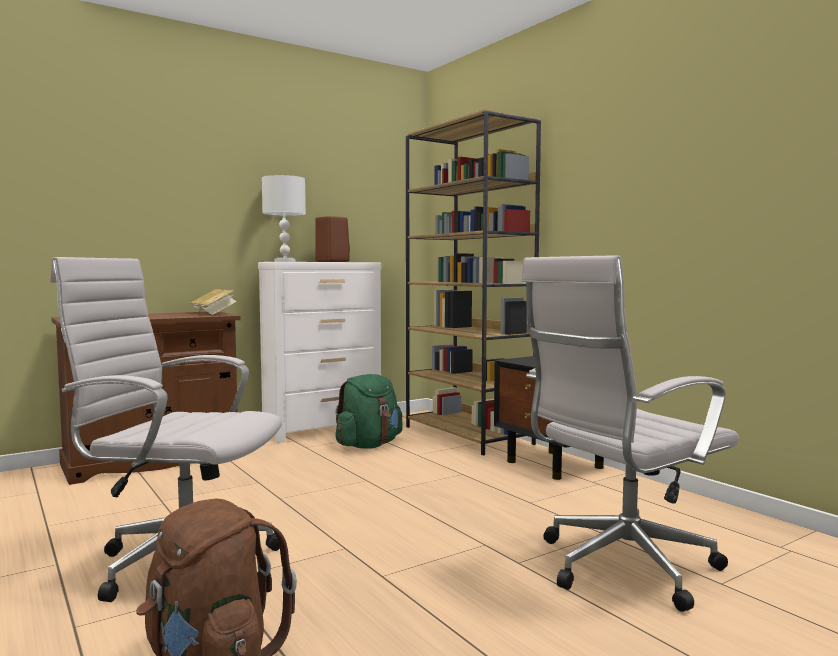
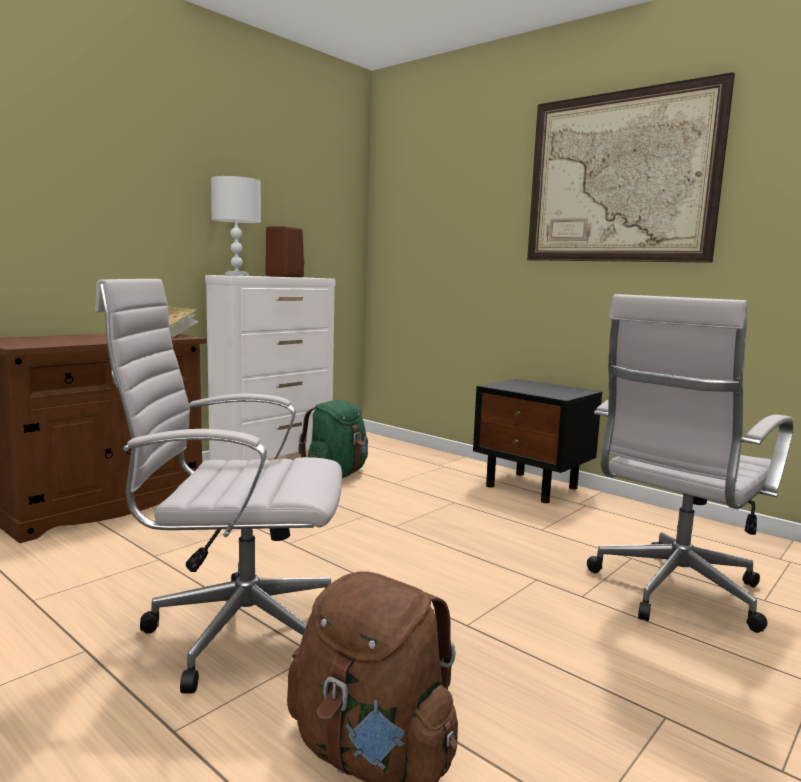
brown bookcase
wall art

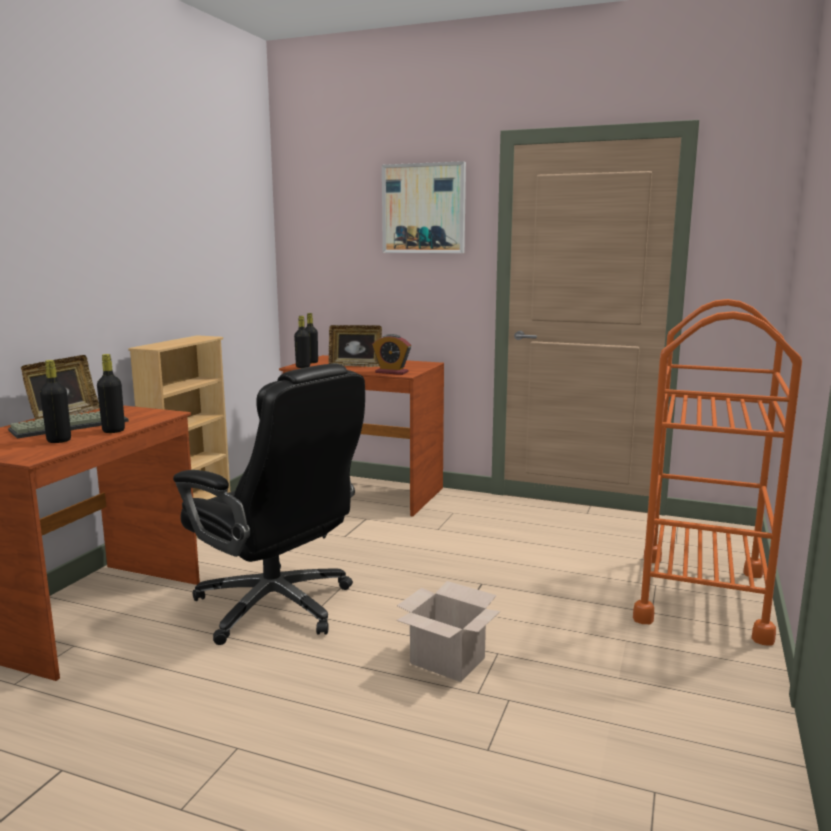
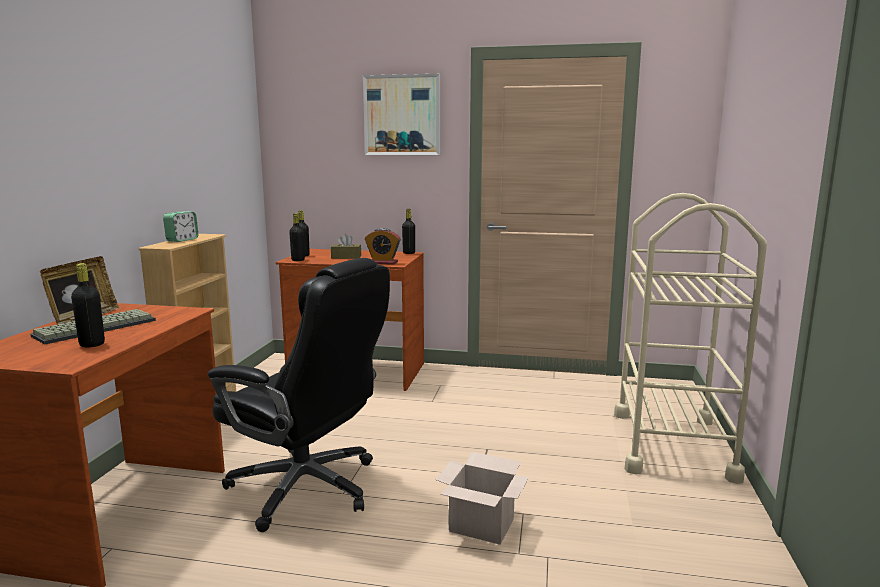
blackish bottle (4th from left)
brown tissue box
sand-coloured wheeled cart
table clock (1st from left)

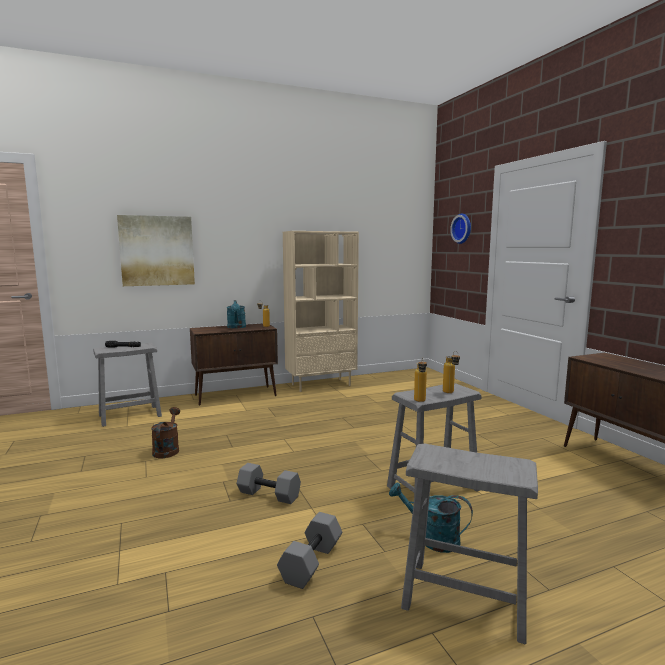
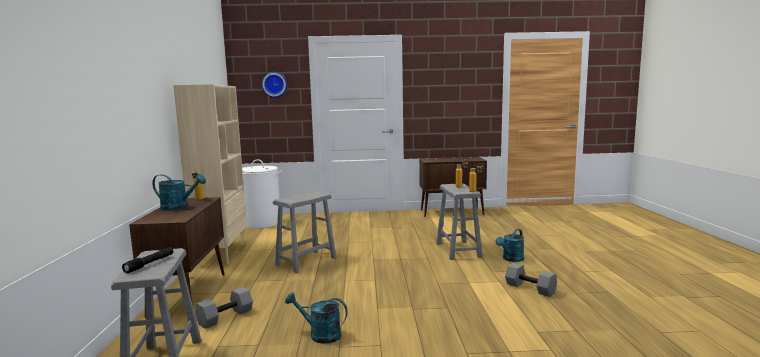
wall art
turquoise sprinkling can (2nd from left)
grey free weight (1st from left)
grey stool seat (2nd from left)
white washing basket

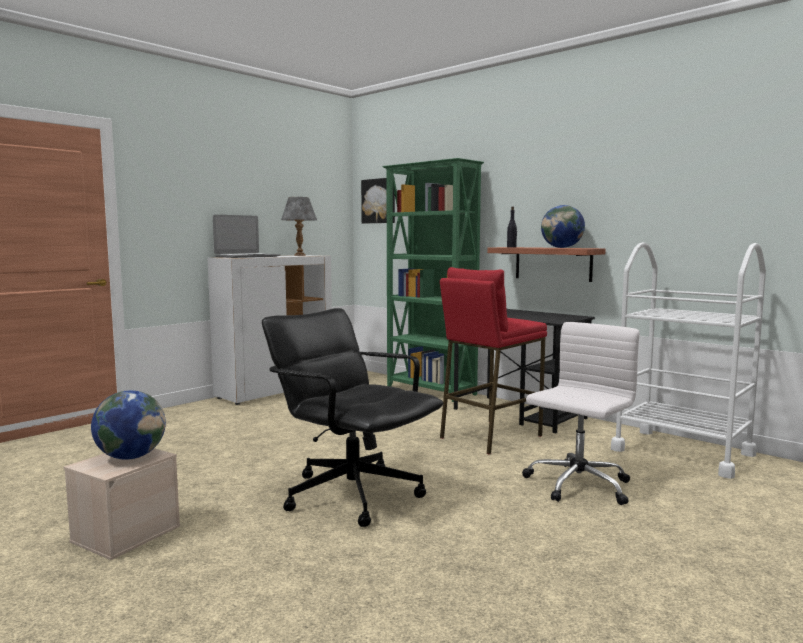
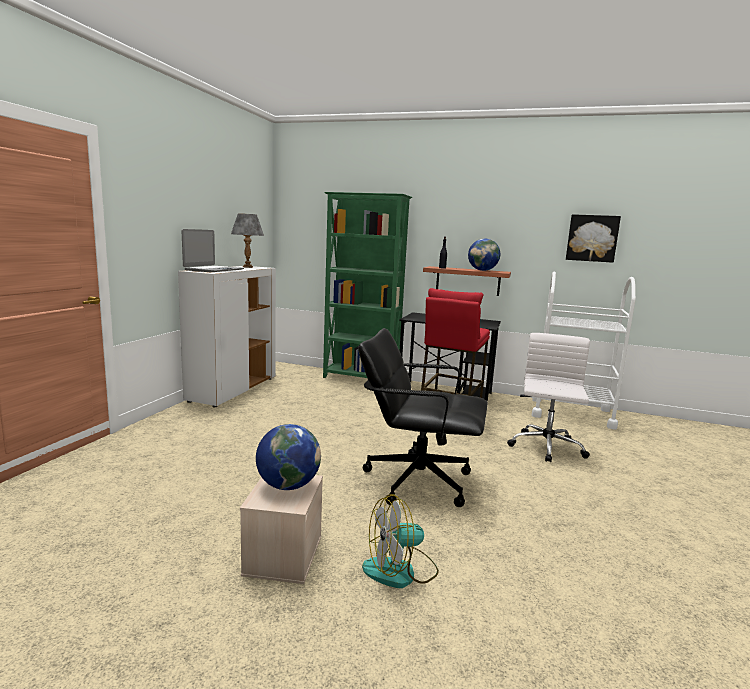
wall art
cooling fan

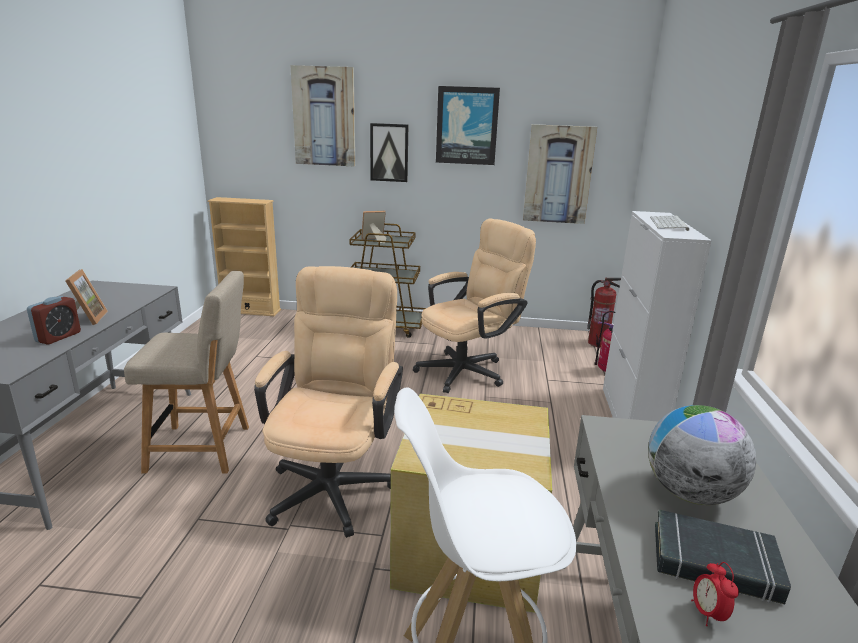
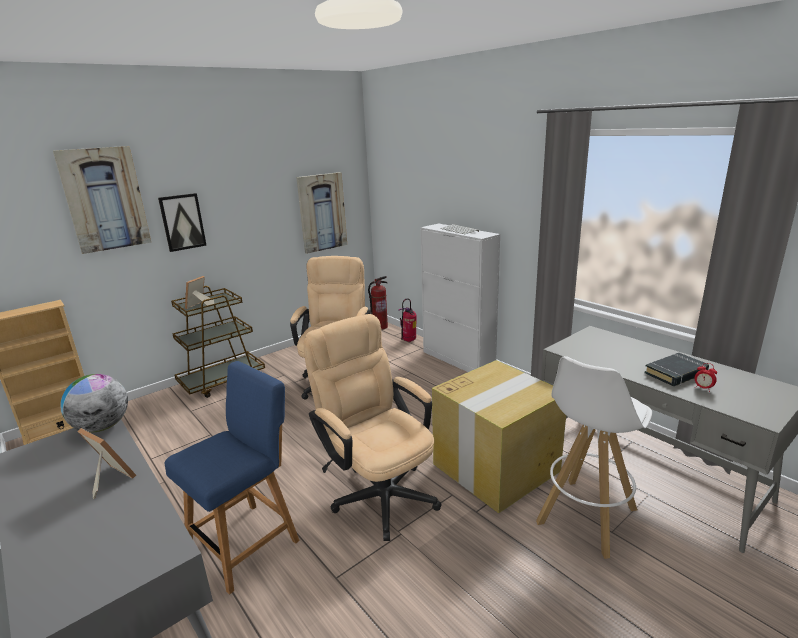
table clock (1st from left in the first image)
bluish plain chair
wall art (3rd from left in the first image)
globe

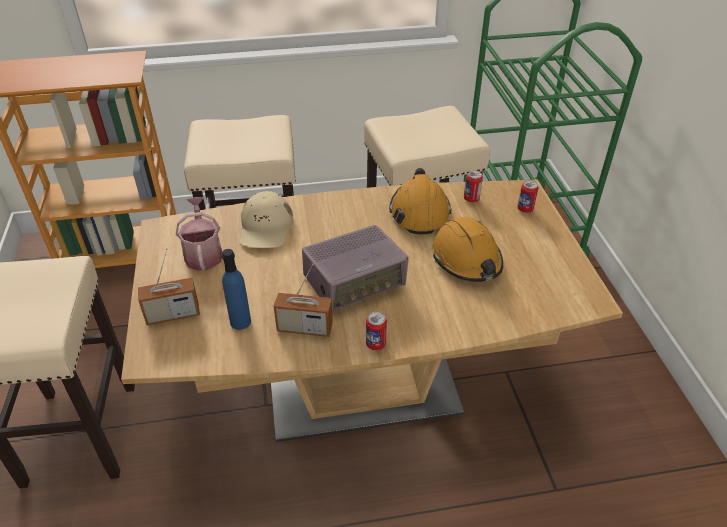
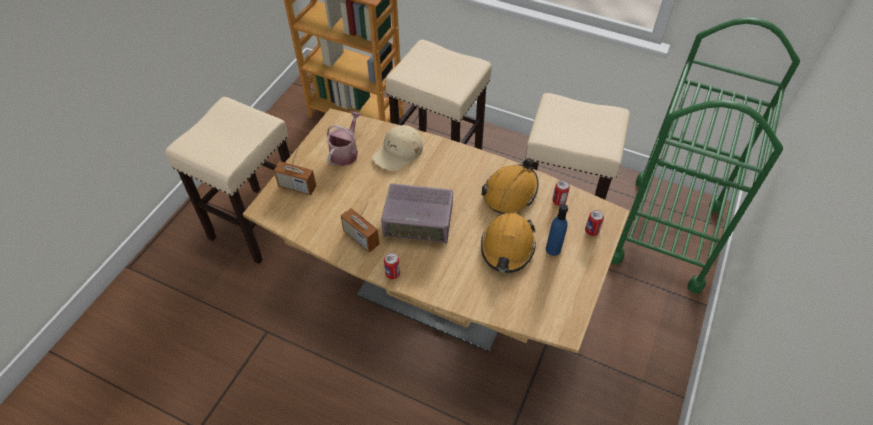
bluish bottle

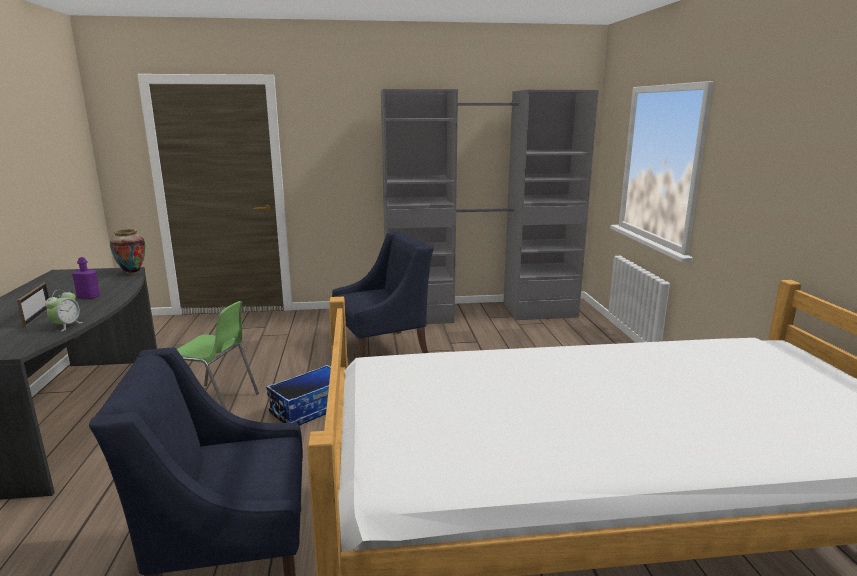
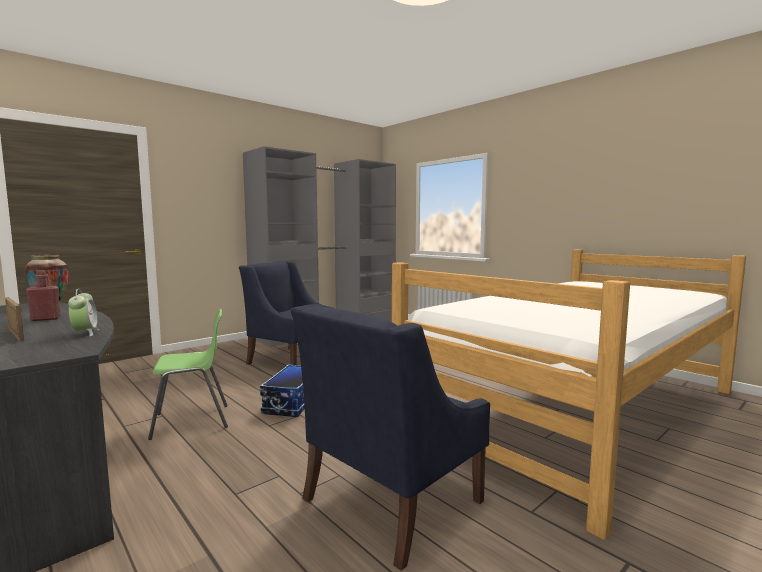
red bottle
bluish armchair (1st from left)

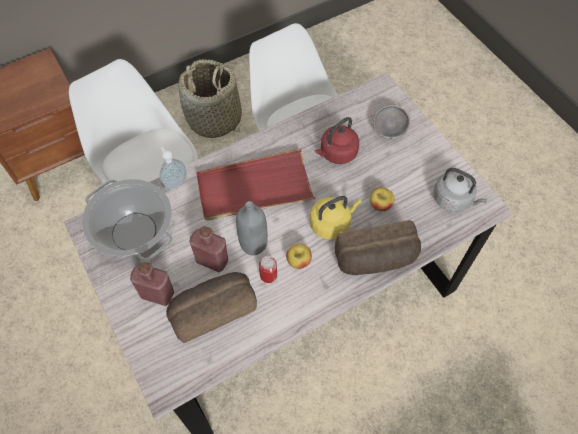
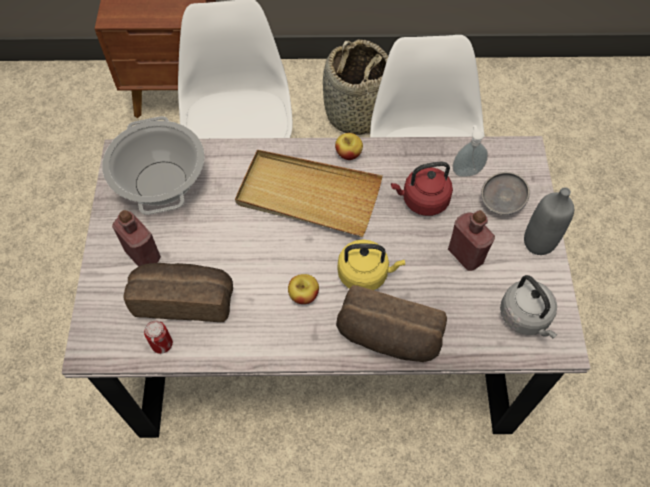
soap dispenser
red bottle (2nd from left)
sand-coloured carrying tray
grey bottle
metal can
whole apple (2nd from left)

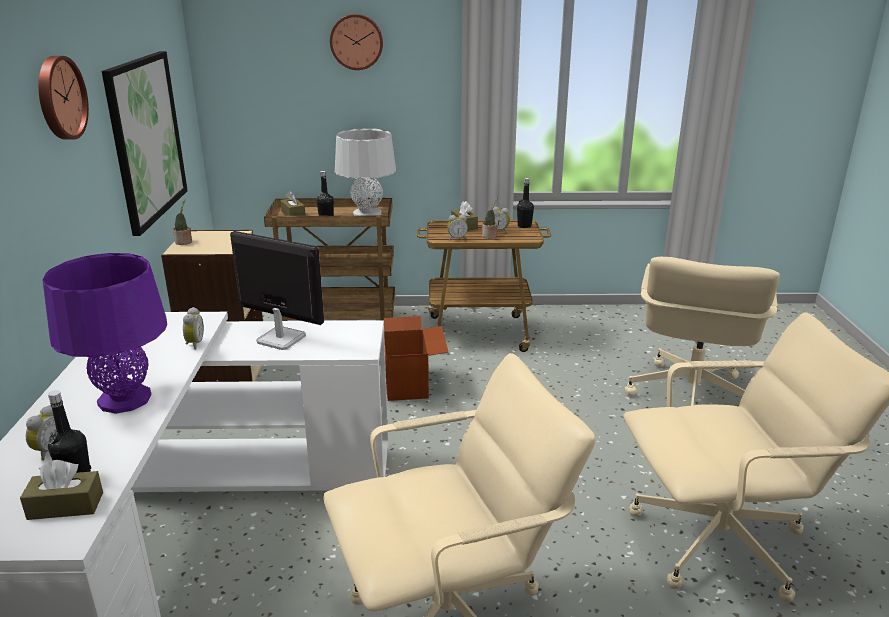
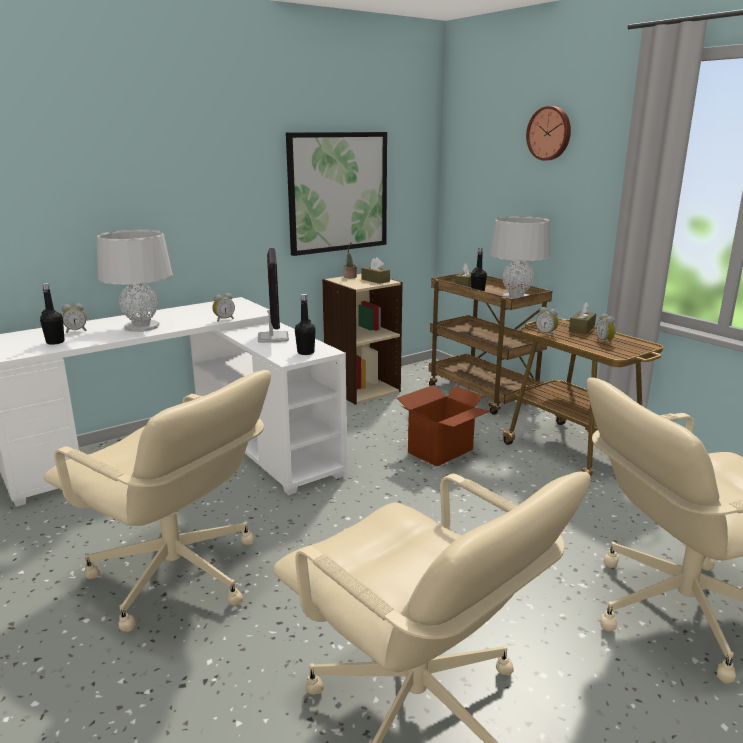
brown tissue box (1st from left)
clock on the wall (1st from left in the first image)
grey table lamp (1st from left)
plant in a pot (2nd from left in the first image)
blackish bottle (2nd from left)

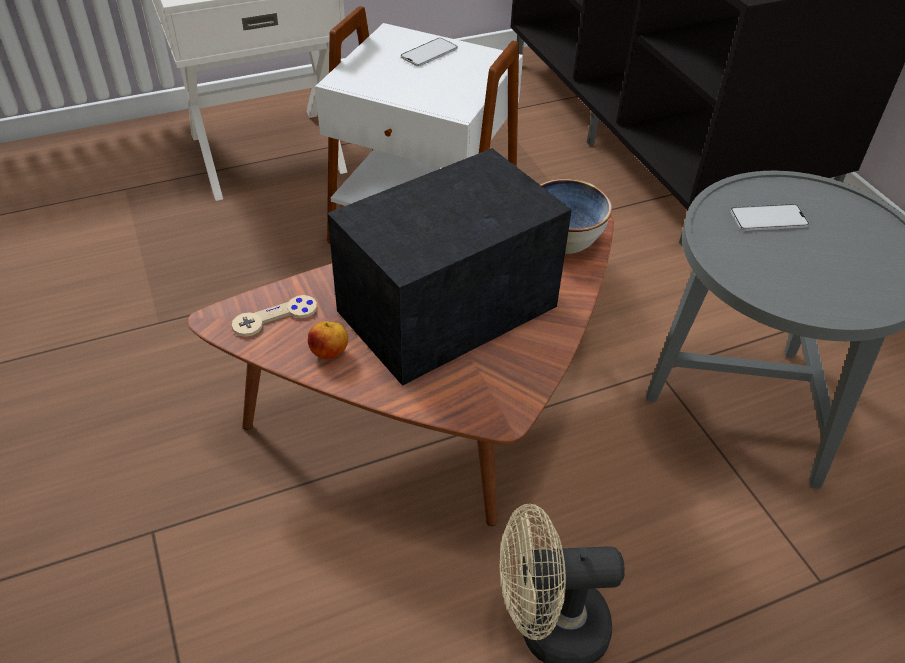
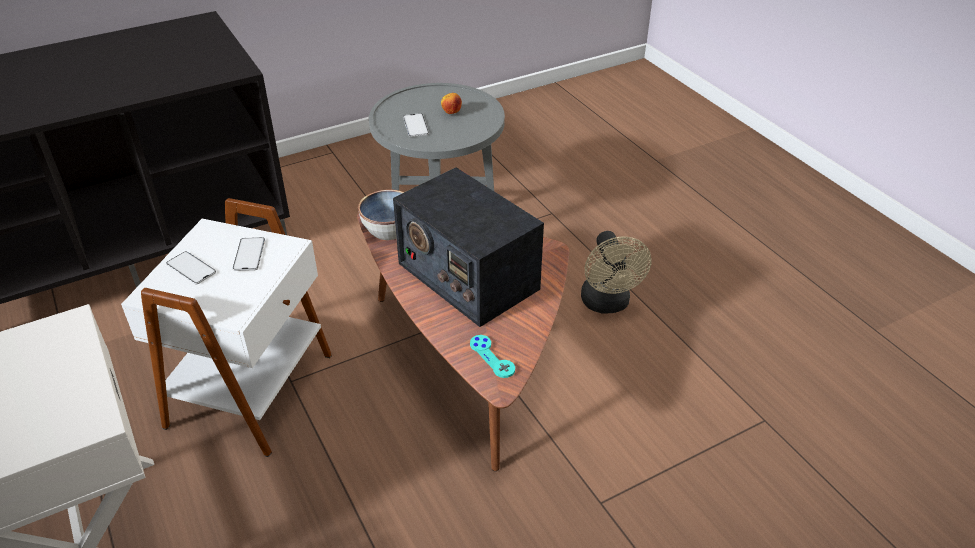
turquoise gamepad
whole apple
phone (2nd from left)

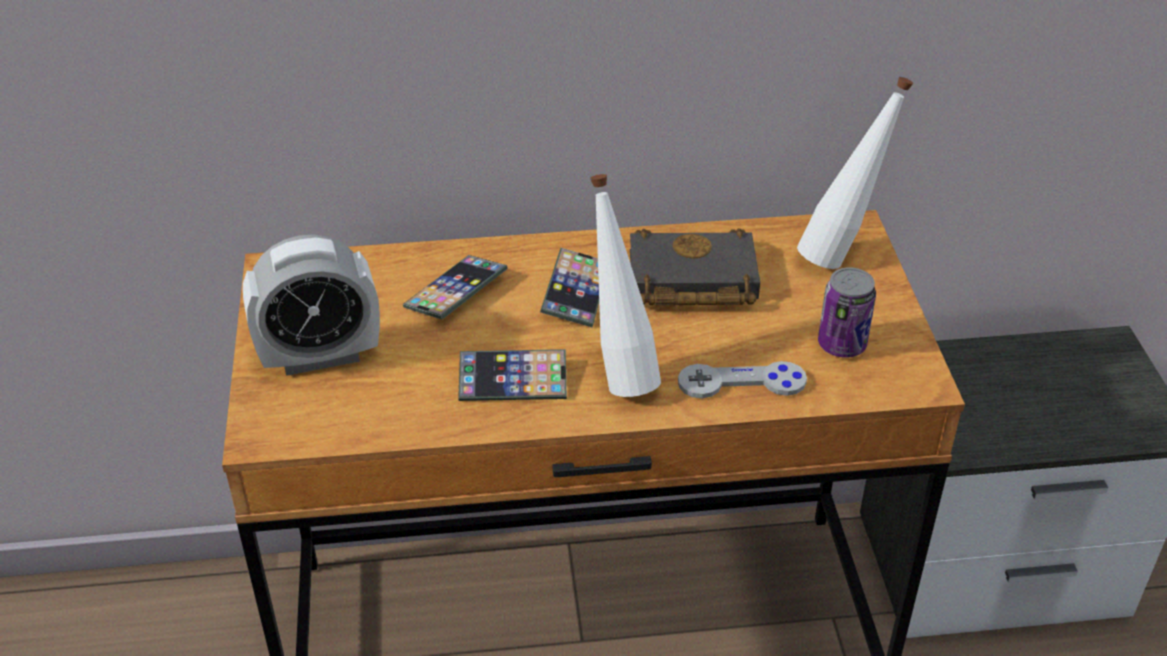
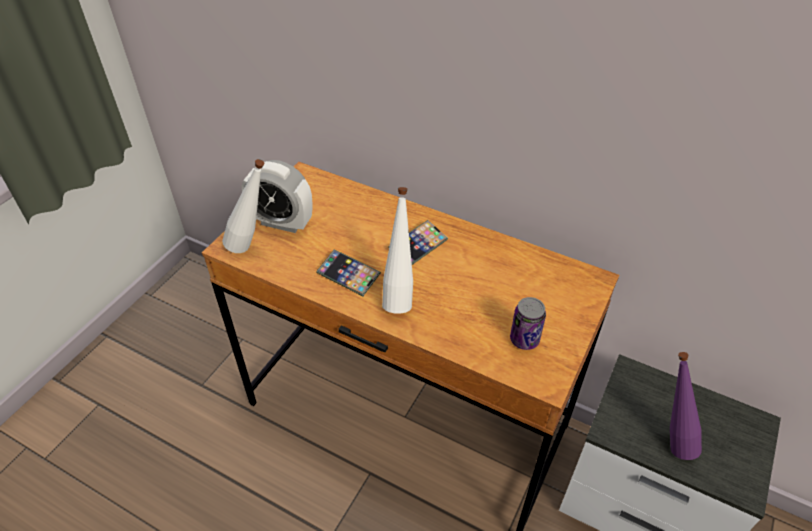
phone (1st from left in the first image)
blackish volume
grey gamepad
white bottle (1st from left)
purple-coloured bottle

